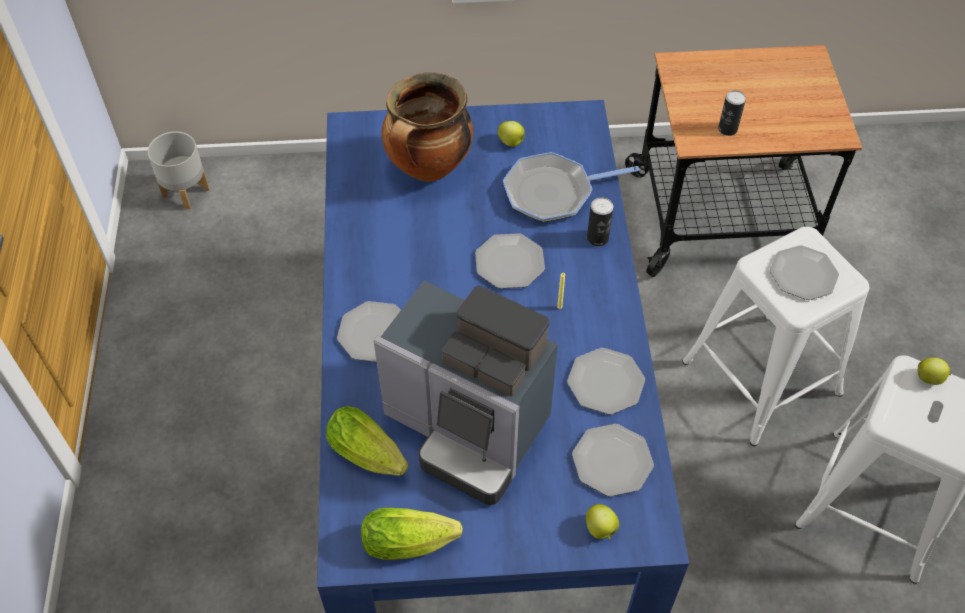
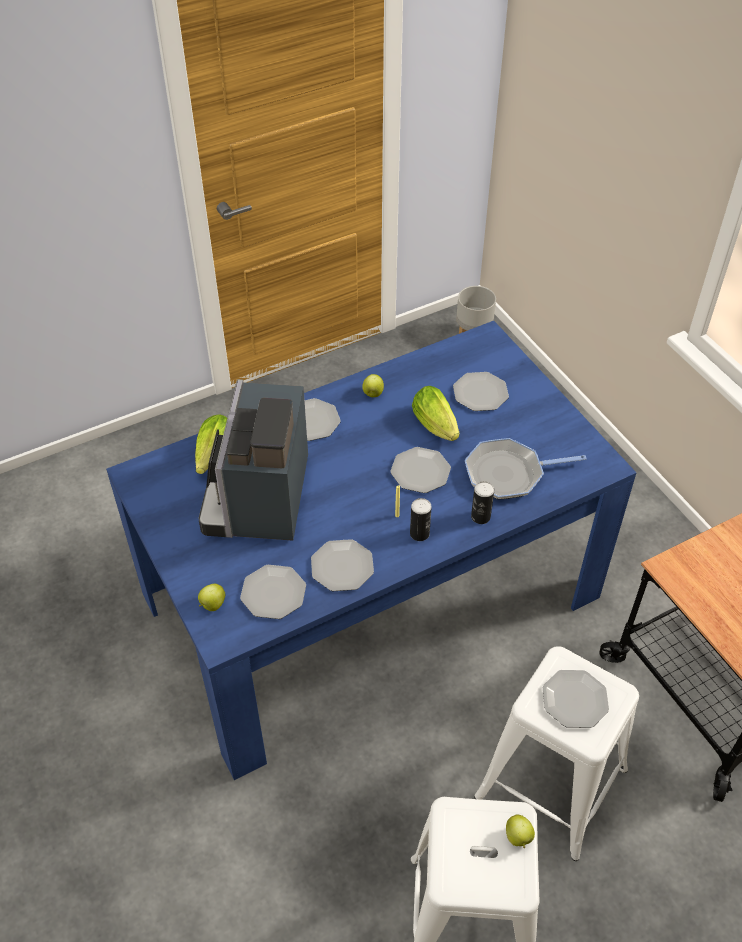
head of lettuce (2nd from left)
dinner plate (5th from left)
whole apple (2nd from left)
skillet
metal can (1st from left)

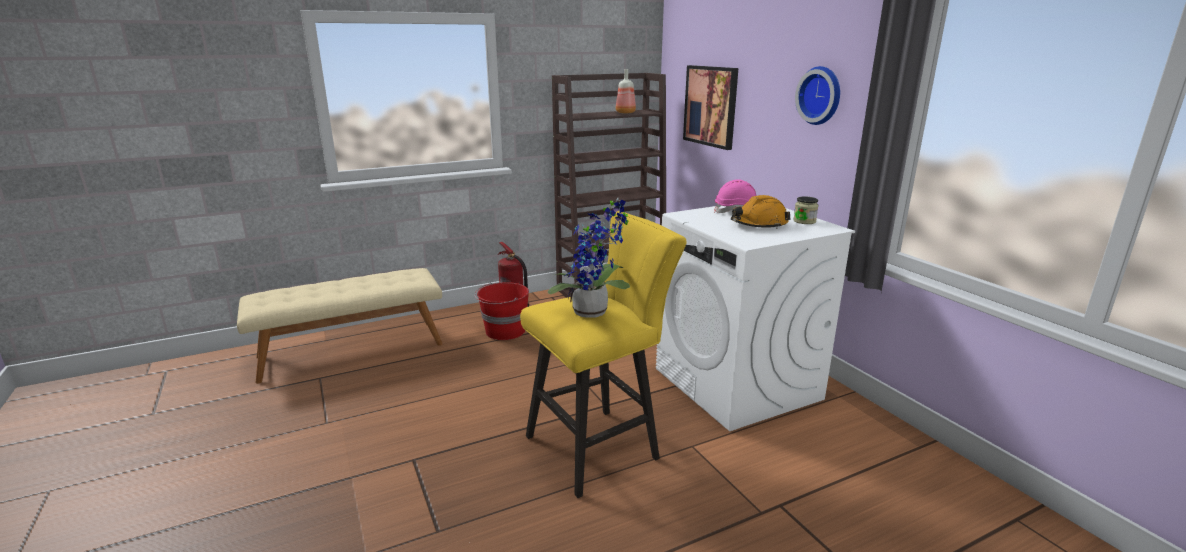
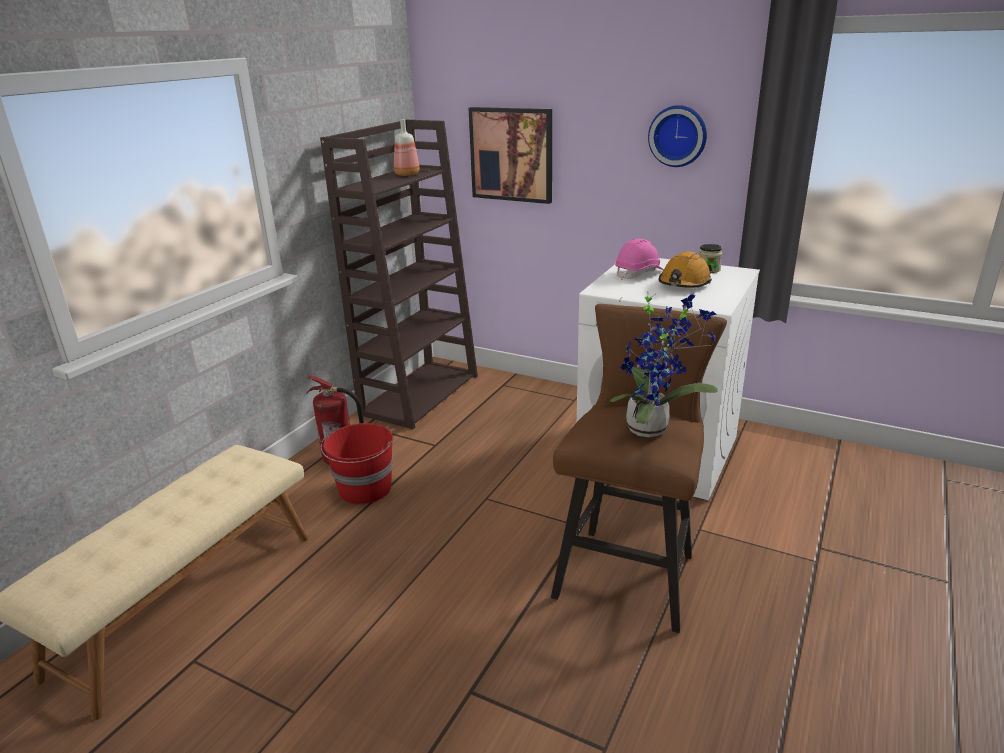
brown stool seat

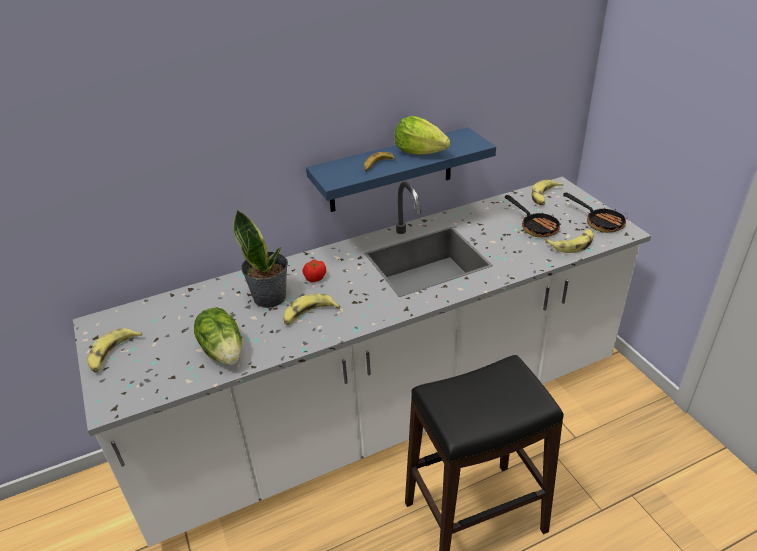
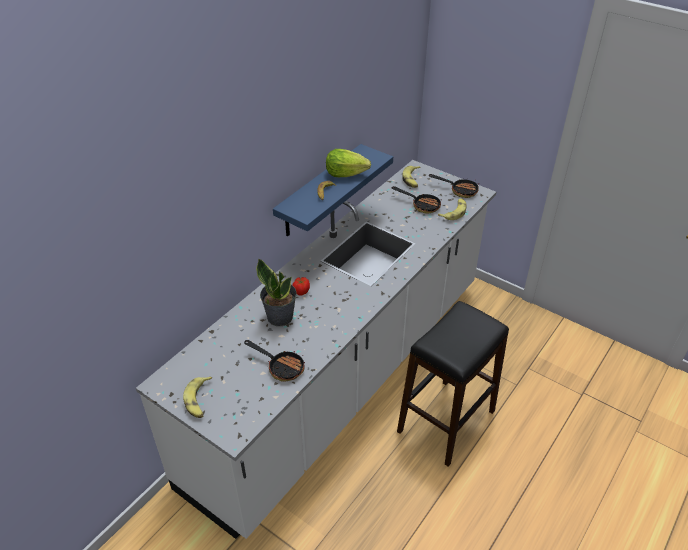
skillet (1st from left)
banana fruit (2nd from left in the first image)

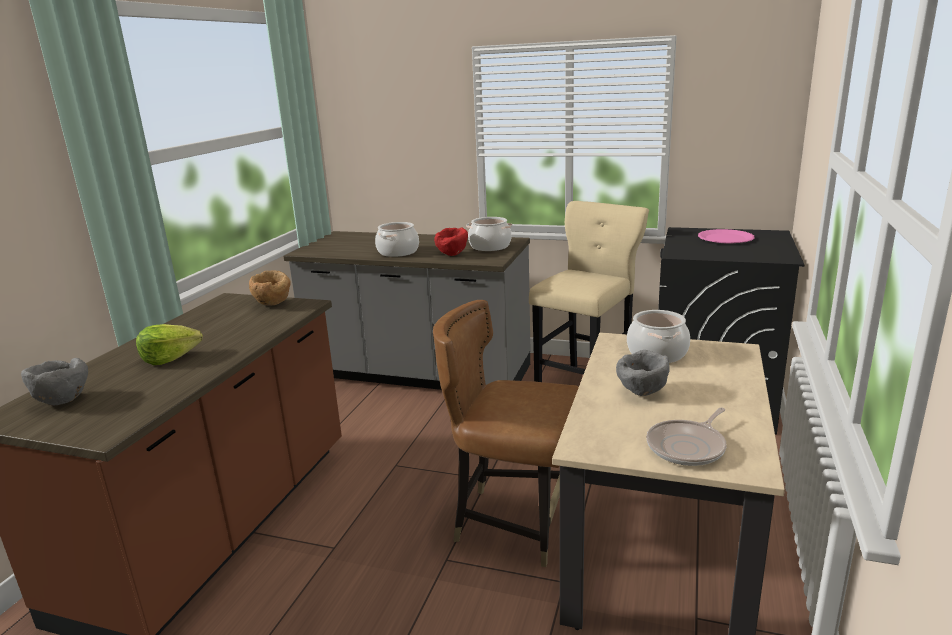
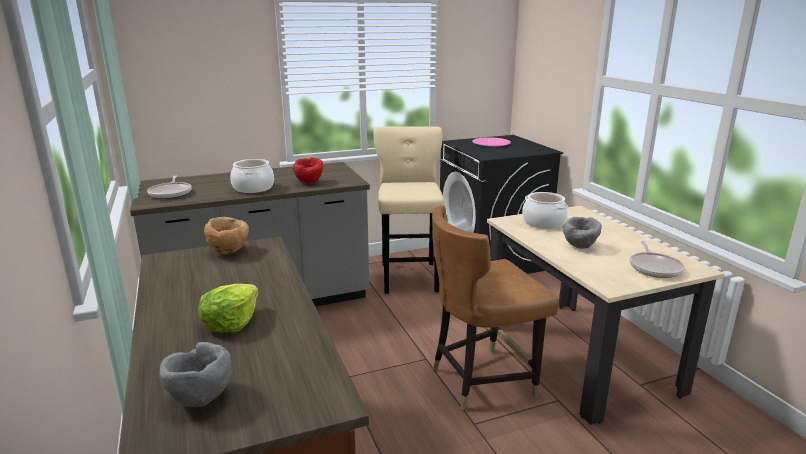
saucepot (2nd from left in the first image)
skillet (1st from left)

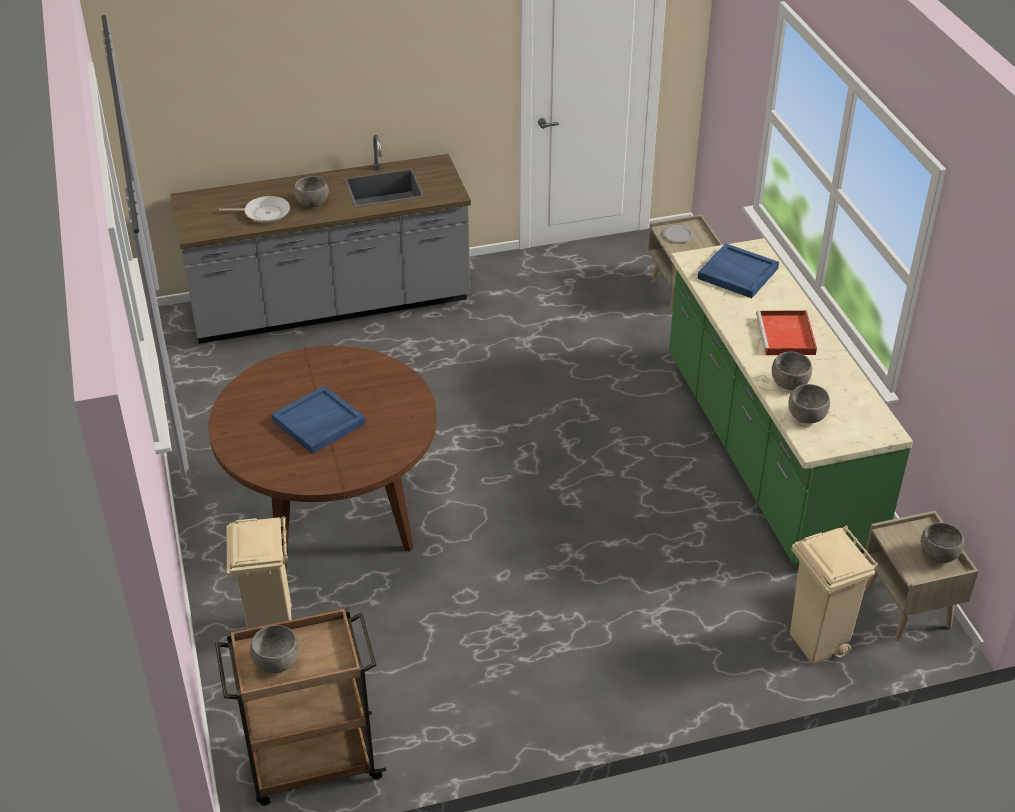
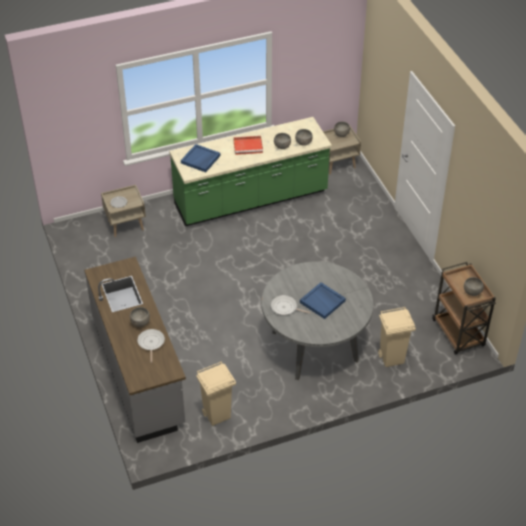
grey dinner table
sand-coloured trash can (1st from left)
skillet (2nd from left)

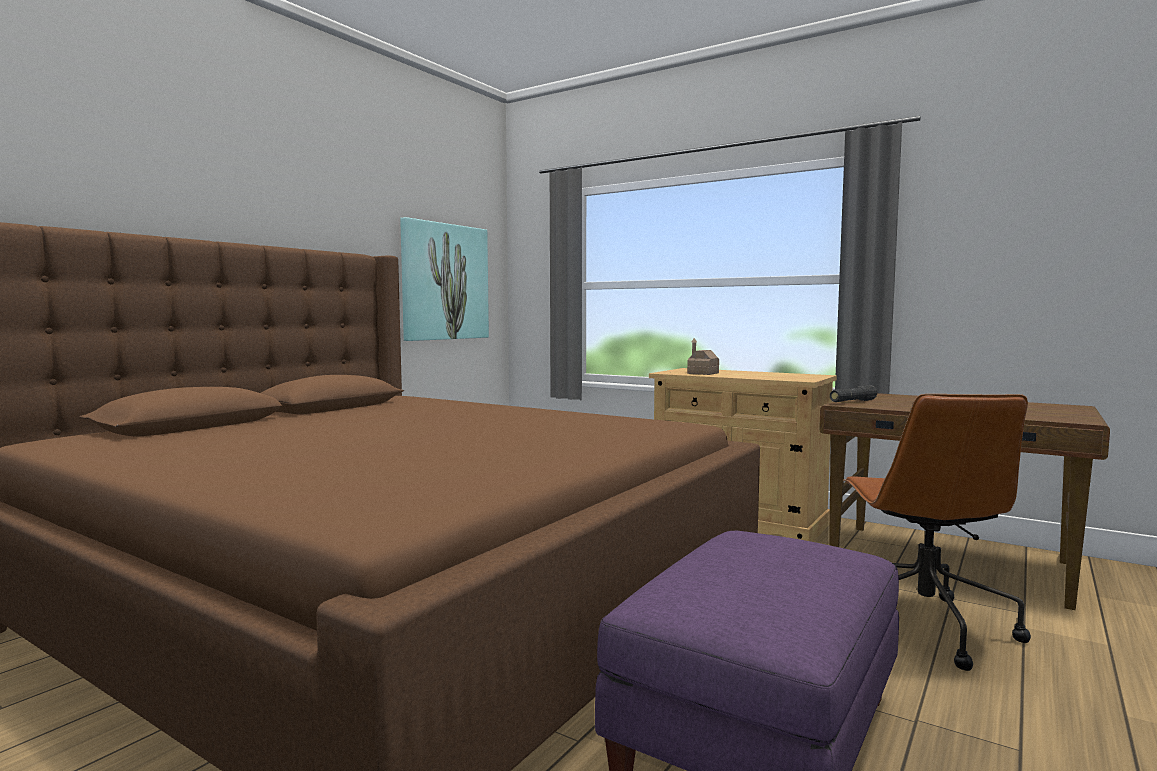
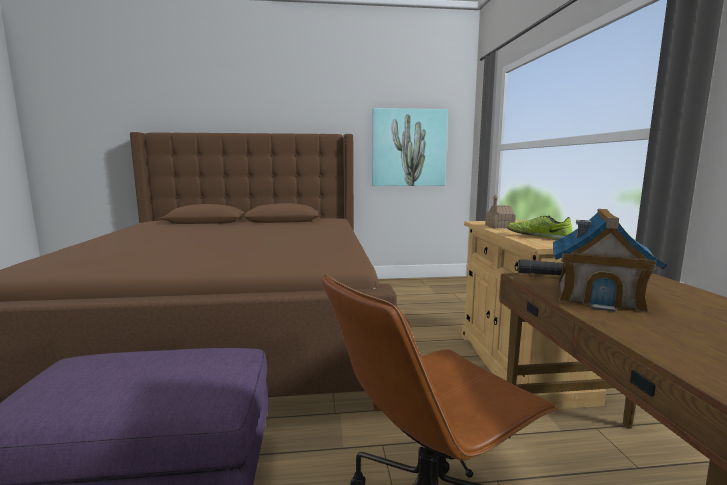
shoe
miniature house (2nd from left)

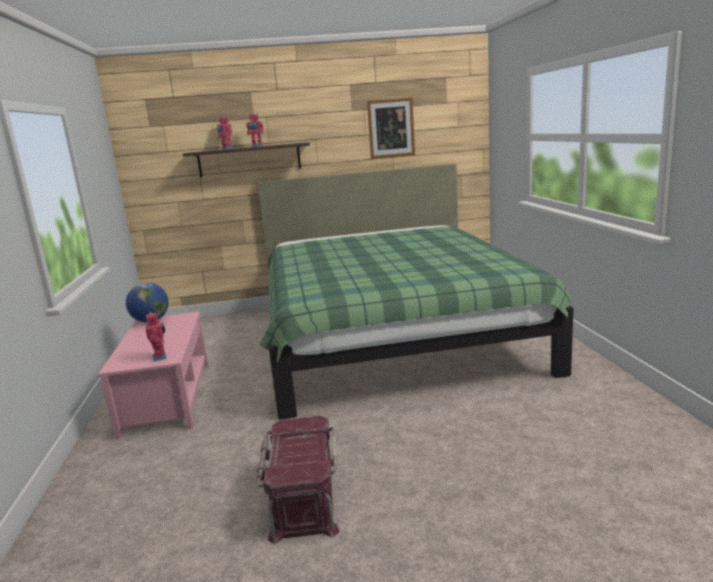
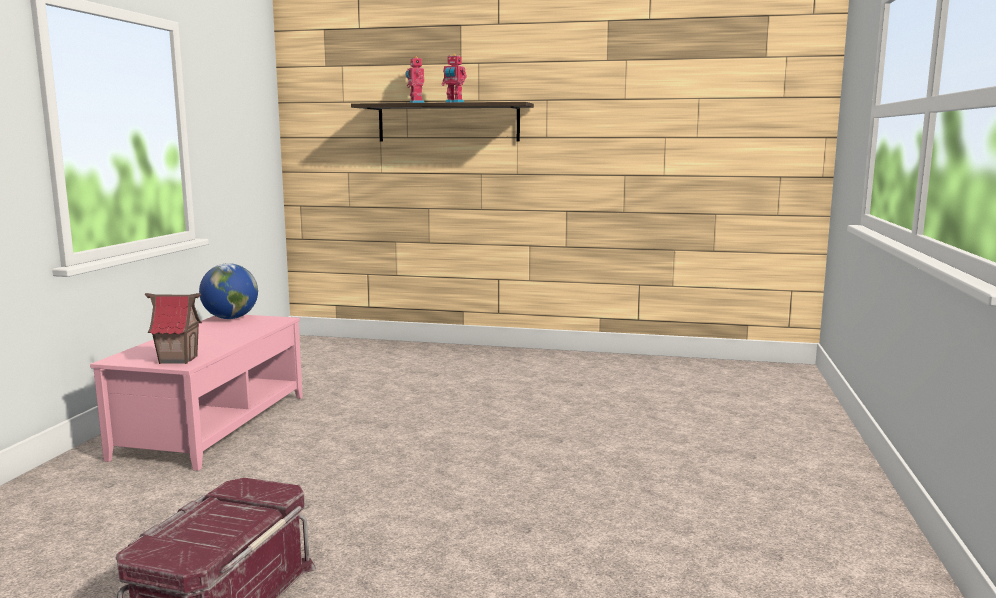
miniature house
greenish bedroom bed
wall art

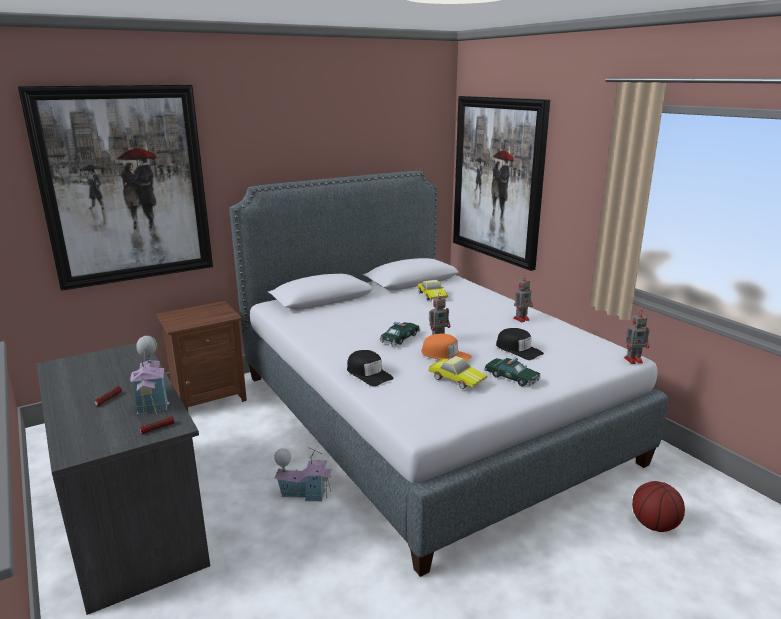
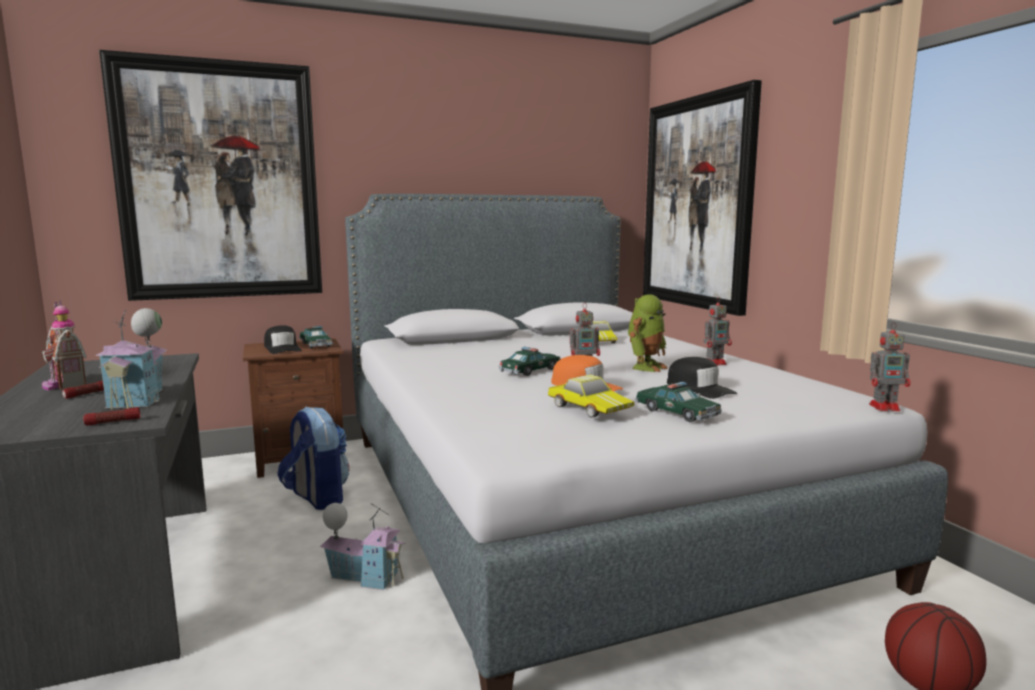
blackish cap (1st from left)
miniature house (1st from left)
knapsack
miniature car (1st from left)
toy robot (2nd from left)

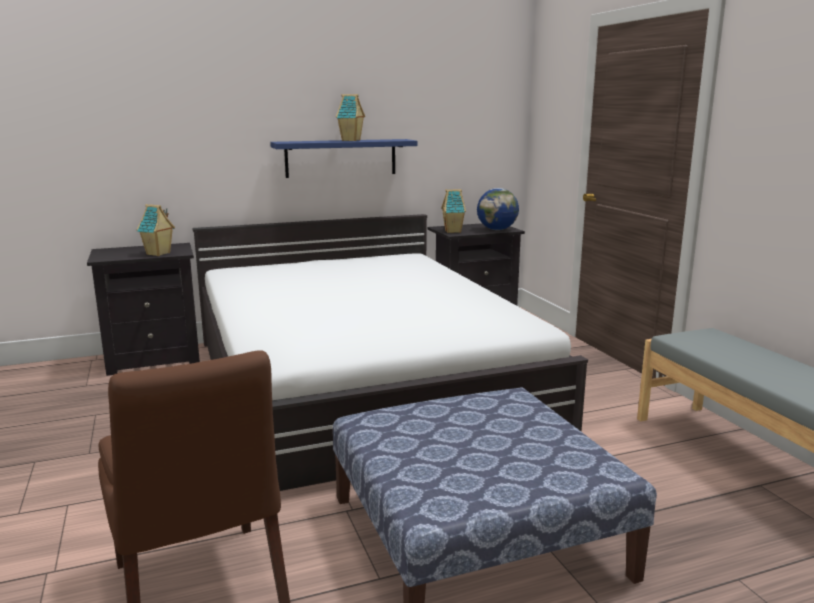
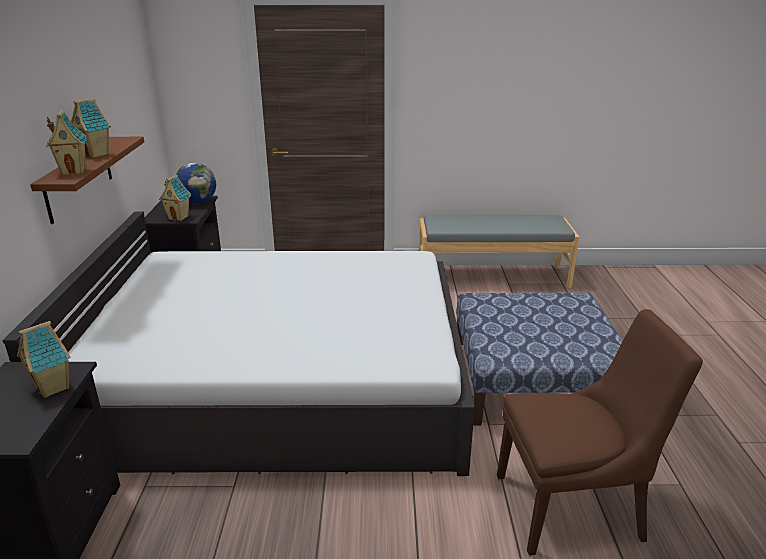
brown bracket shelf
miniature house (2nd from left)

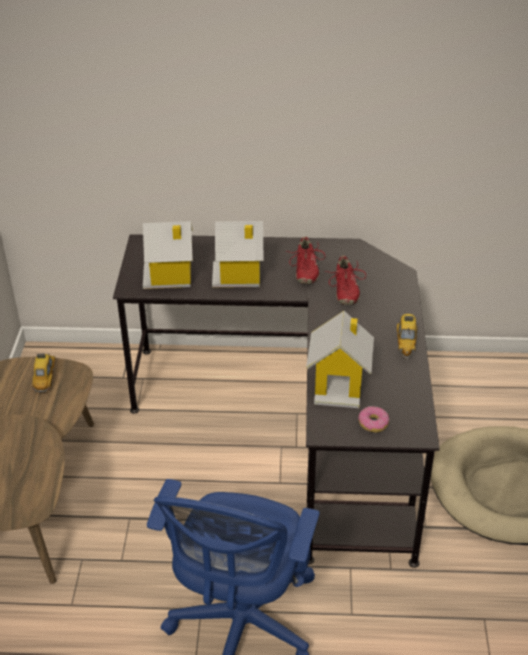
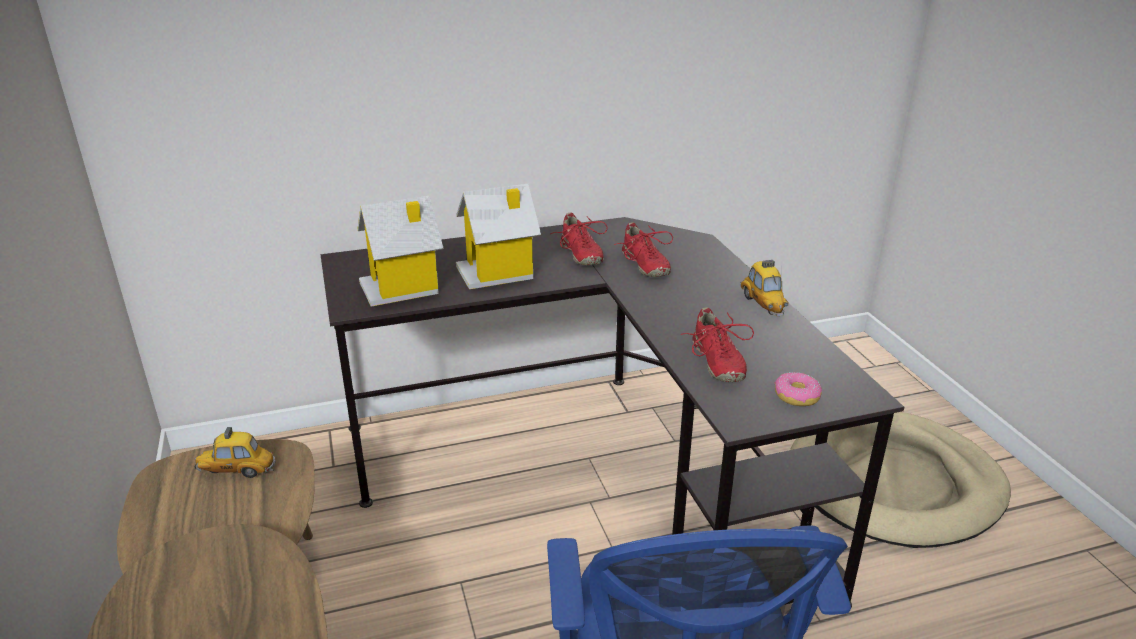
miniature car (1st from left)
red shoe (3rd from left)

